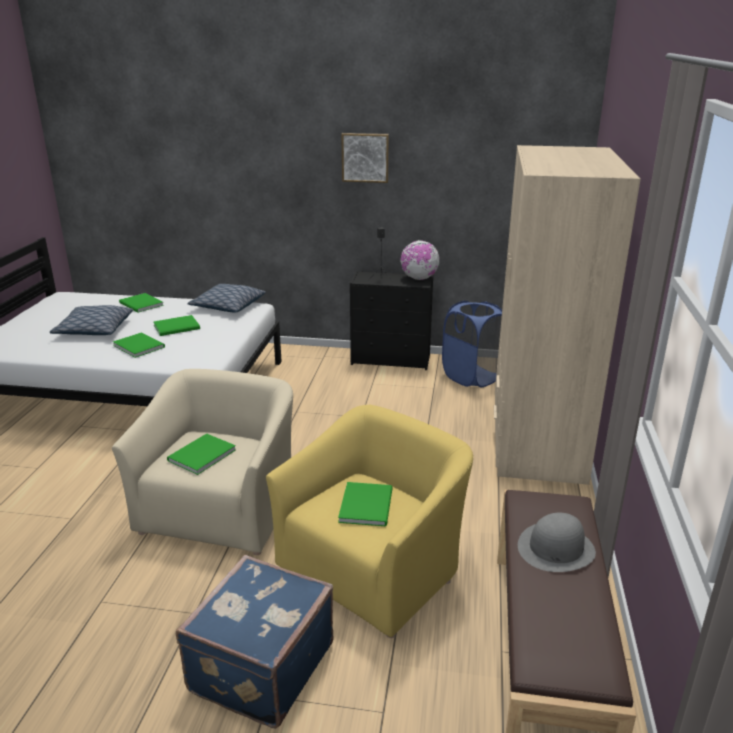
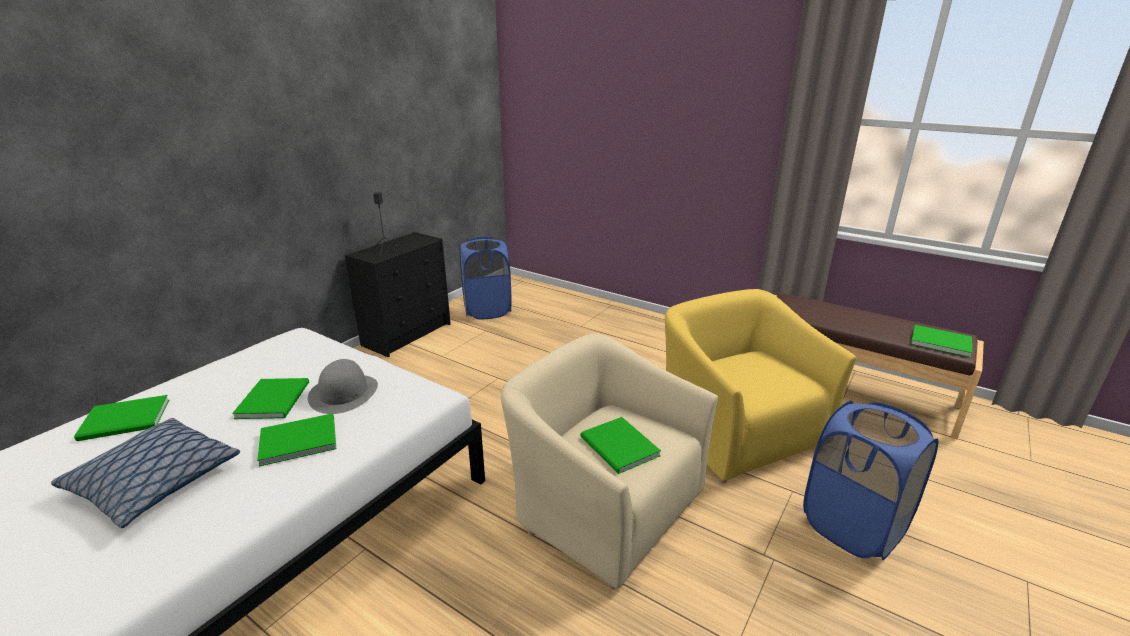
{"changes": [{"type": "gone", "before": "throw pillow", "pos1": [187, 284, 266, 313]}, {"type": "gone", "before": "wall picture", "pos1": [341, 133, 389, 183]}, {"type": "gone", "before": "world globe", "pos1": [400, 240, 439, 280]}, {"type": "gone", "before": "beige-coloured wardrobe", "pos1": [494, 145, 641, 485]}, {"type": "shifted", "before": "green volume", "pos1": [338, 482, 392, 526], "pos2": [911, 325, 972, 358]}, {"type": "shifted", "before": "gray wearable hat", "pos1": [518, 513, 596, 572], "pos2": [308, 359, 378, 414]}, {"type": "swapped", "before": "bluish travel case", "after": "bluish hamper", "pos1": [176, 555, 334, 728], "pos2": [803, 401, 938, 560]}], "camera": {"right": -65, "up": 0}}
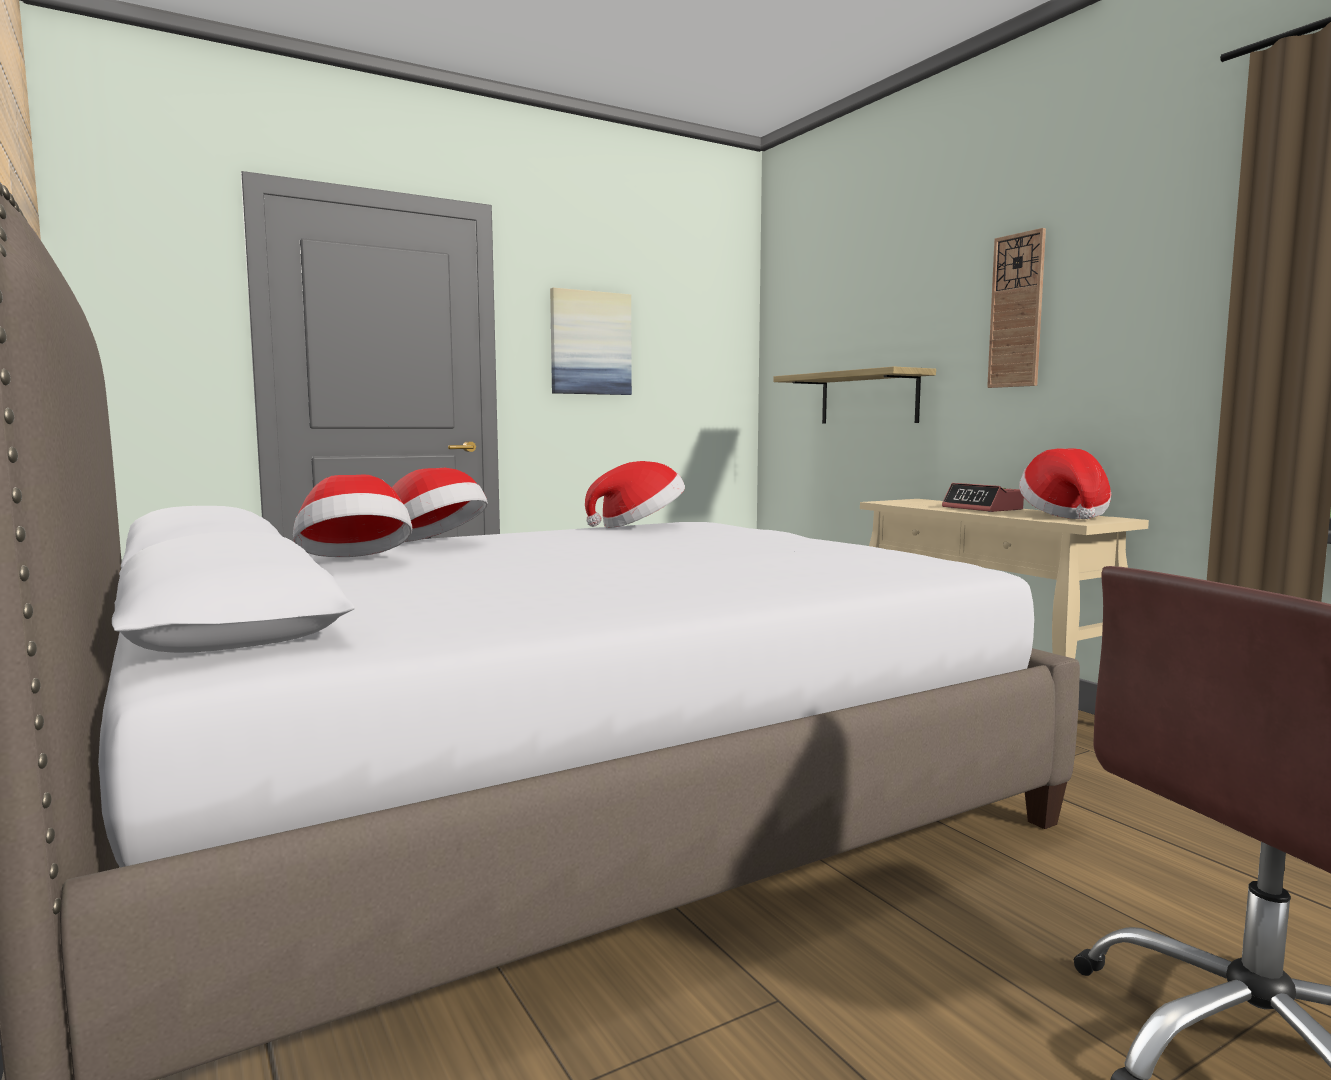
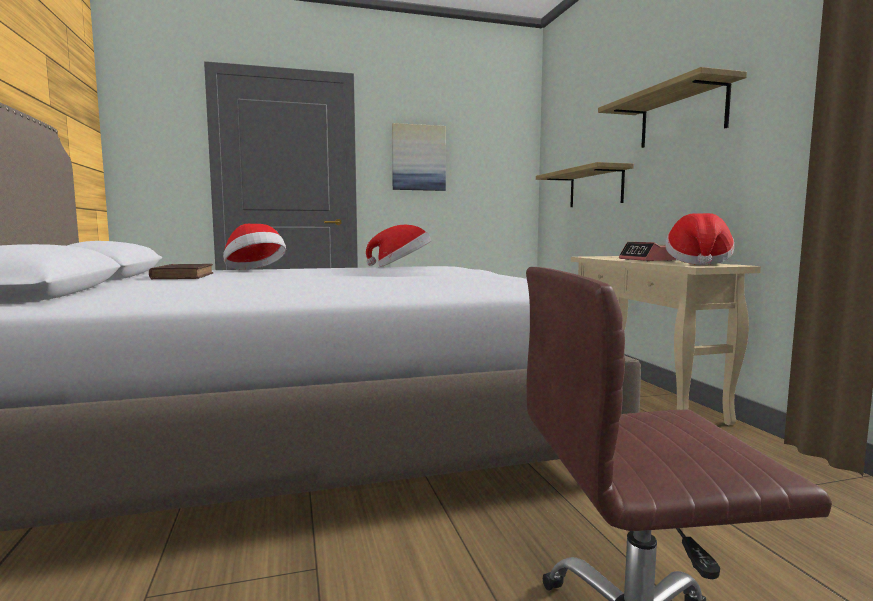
{"changes": [{"type": "swapped", "before": "wearable hat", "after": "brown volume", "pos1": [293, 474, 412, 557], "pos2": [149, 264, 213, 279]}, {"type": "swapped", "before": "clock on the wall", "after": "wall shelf", "pos1": [987, 228, 1046, 388], "pos2": [598, 67, 747, 148]}], "camera": {"right": 15, "up": 0}}
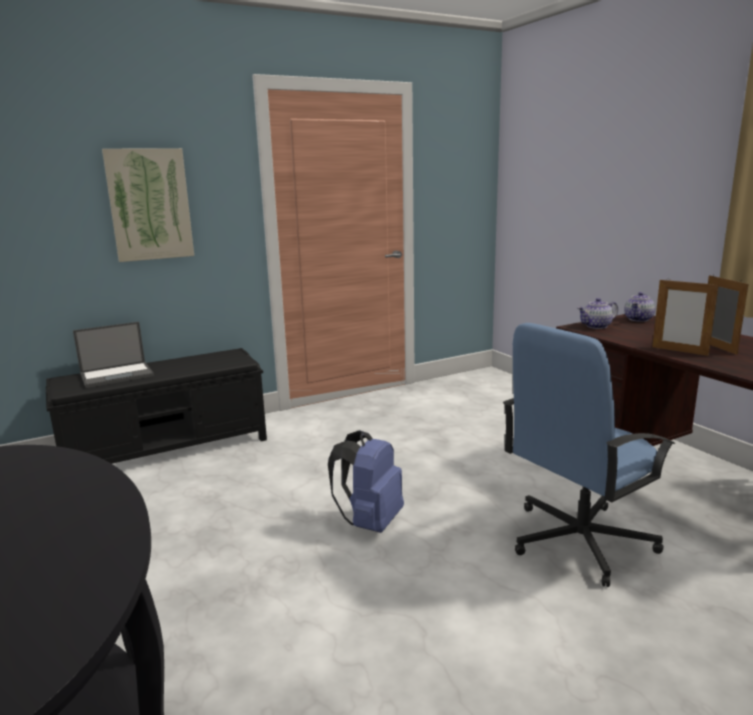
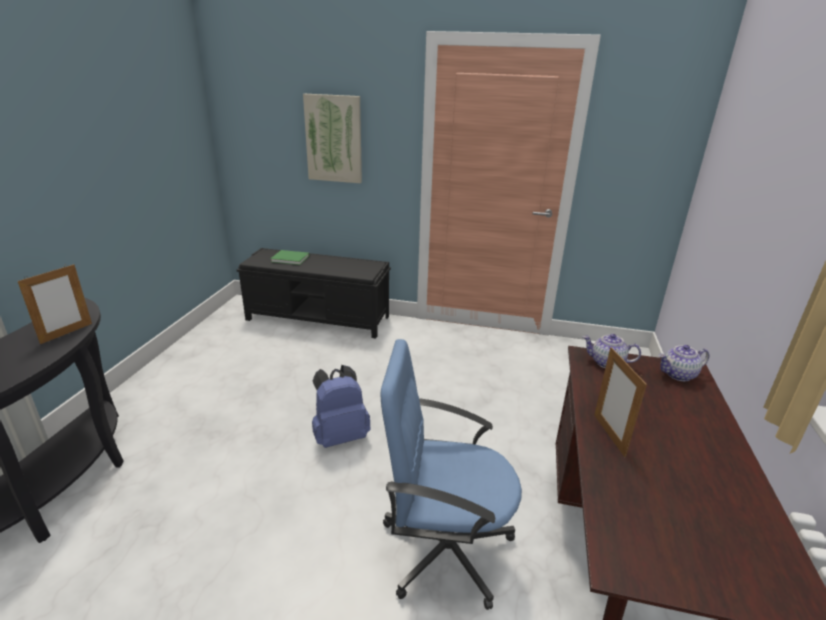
{"changes": [{"type": "shifted", "before": "photo frame", "pos1": [708, 274, 748, 355], "pos2": [18, 264, 92, 344]}, {"type": "swapped", "before": "notebook computer", "after": "green volume", "pos1": [73, 322, 154, 388], "pos2": [270, 250, 309, 265]}], "camera": {"right": 40, "up": 10}}
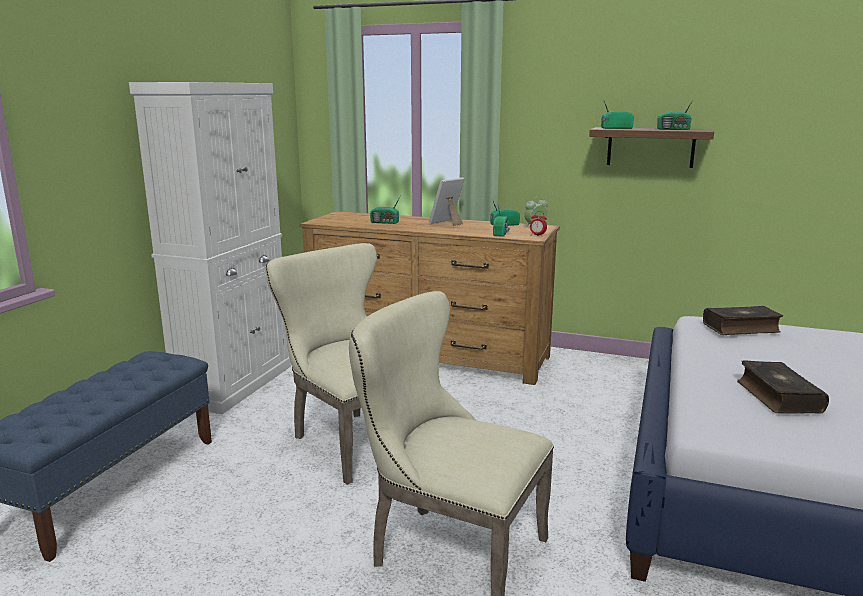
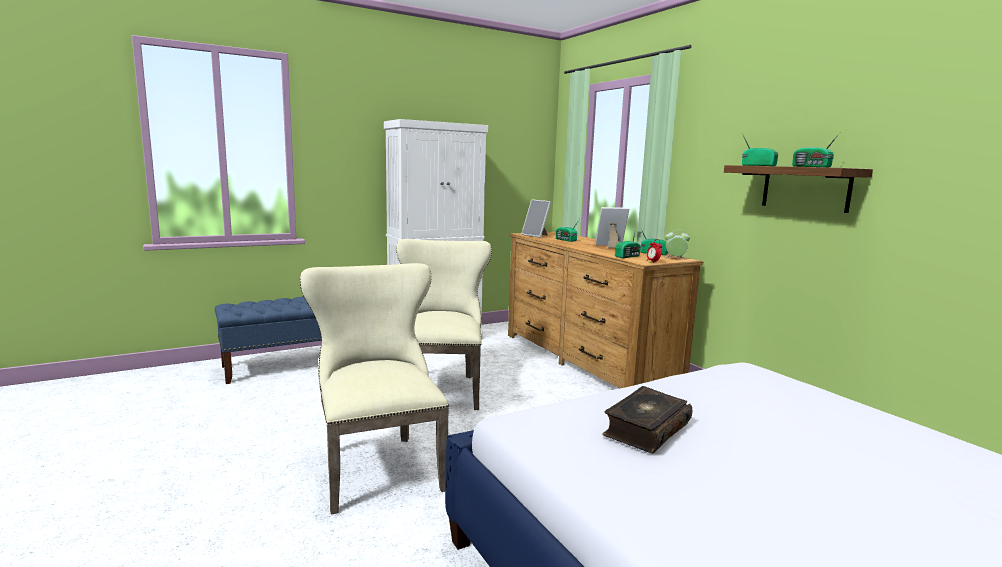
{"changes": [{"type": "gone", "before": "volume", "pos1": [703, 306, 783, 335]}, {"type": "new", "after": "photo frame", "pos2": [521, 199, 551, 238]}], "camera": {"right": 40, "up": -5}}
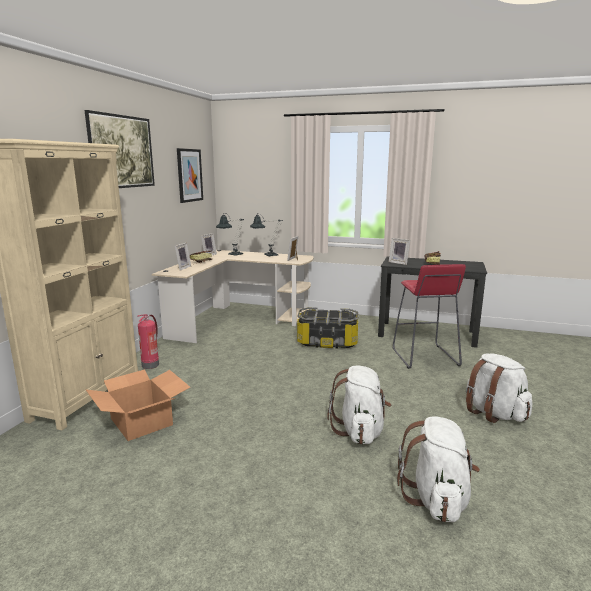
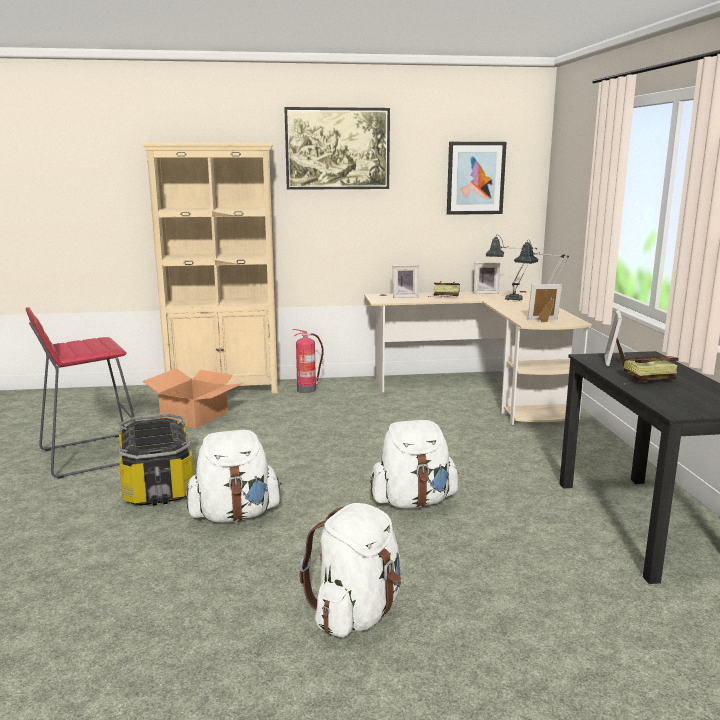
{"changes": [{"type": "shifted", "before": "storage bin", "pos1": [297, 307, 359, 349], "pos2": [119, 413, 194, 506]}, {"type": "shifted", "before": "reddish stool seat", "pos1": [393, 264, 466, 369], "pos2": [26, 307, 136, 479]}, {"type": "shifted", "before": "white-coloured knapsack", "pos1": [397, 416, 480, 522], "pos2": [370, 420, 459, 509]}], "camera": {"right": 65, "up": 0}}
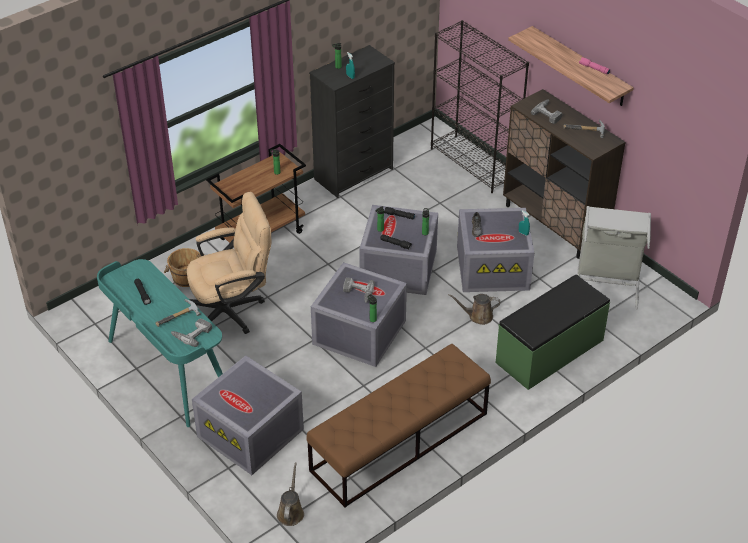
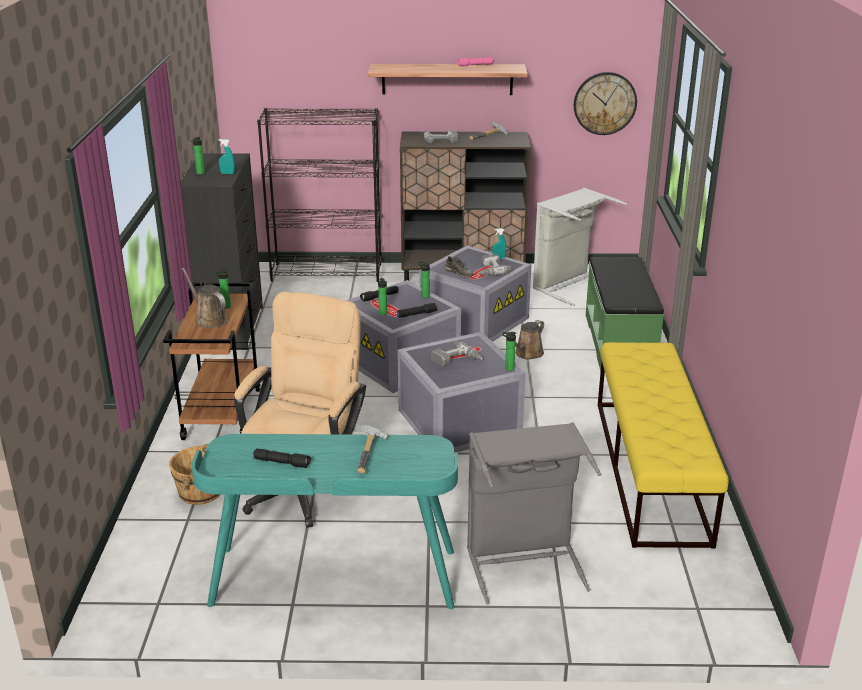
{"changes": [{"type": "new", "after": "clock on the wall", "pos2": [574, 72, 637, 135]}, {"type": "shifted", "before": "electric drill", "pos1": [171, 318, 212, 347], "pos2": [478, 254, 511, 275]}, {"type": "shifted", "before": "brown watering pot", "pos1": [277, 462, 304, 526], "pos2": [182, 268, 228, 328]}, {"type": "swapped", "before": "gray storage bin", "after": "gray hamper", "pos1": [192, 355, 304, 475], "pos2": [467, 422, 601, 605]}, {"type": "repainted", "before": "brown long seat", "after": "yellow long seat", "pos1": [307, 344, 491, 508], "pos2": [598, 342, 729, 548]}], "camera": {"right": -50, "up": -15}}
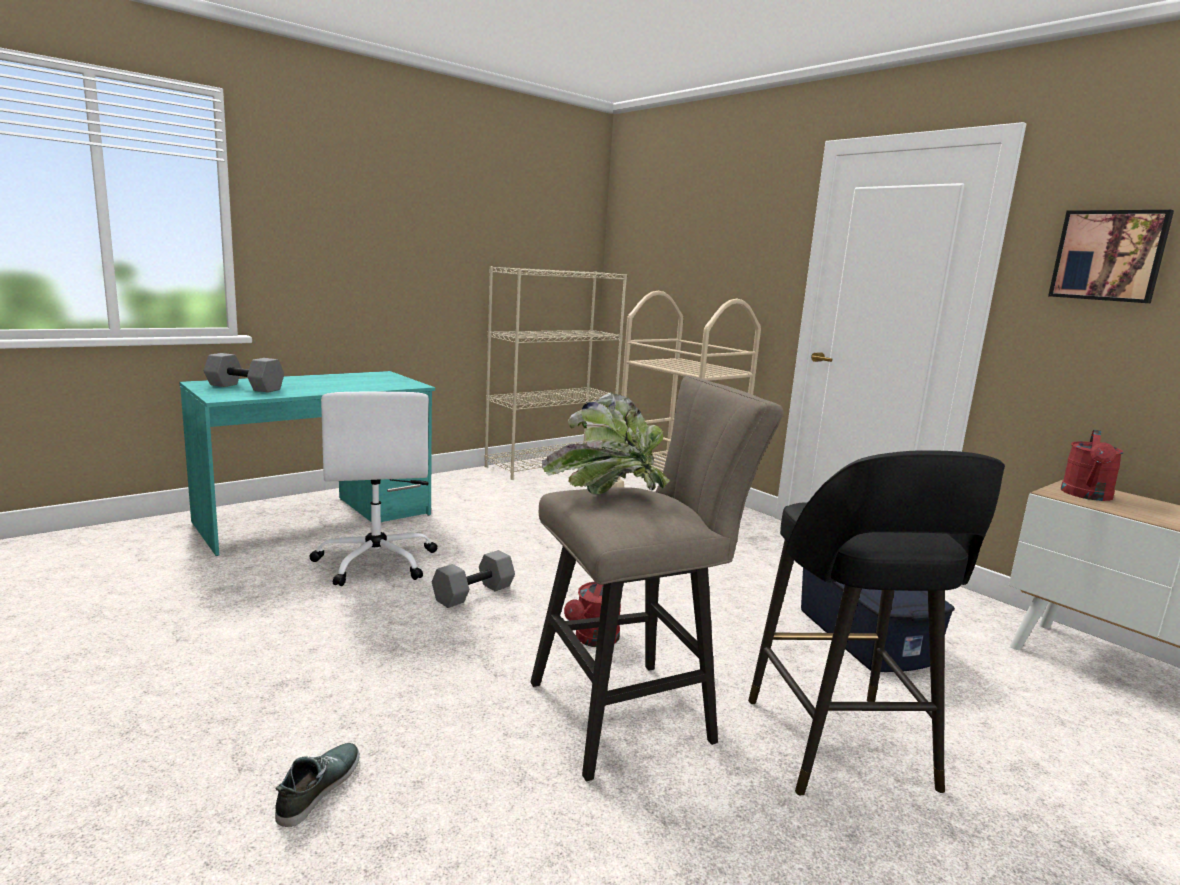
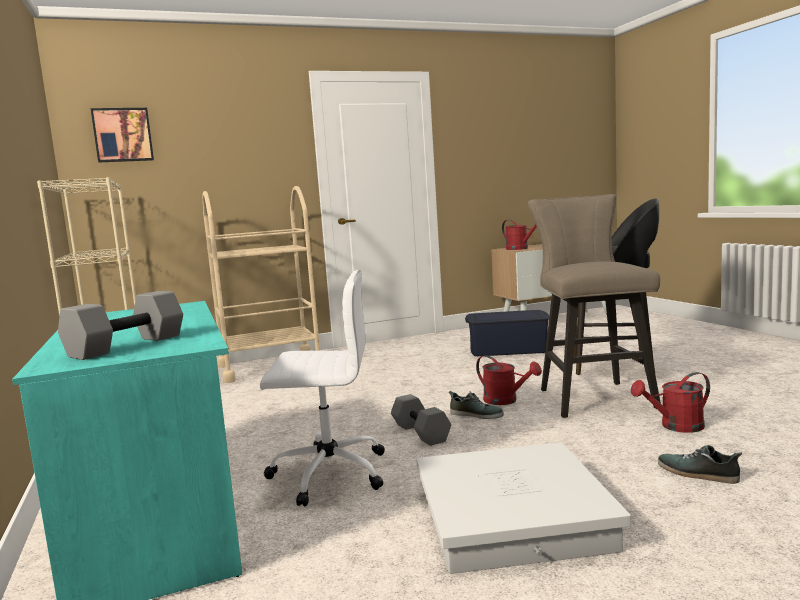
{"changes": [{"type": "gone", "before": "houseplant", "pos1": [542, 393, 670, 494]}, {"type": "new", "after": "white-coloured storage bin", "pos2": [416, 442, 631, 574]}, {"type": "new", "after": "item of footwear", "pos2": [449, 391, 504, 419]}, {"type": "new", "after": "reddish watering pot", "pos2": [631, 372, 710, 433]}, {"type": "shifted", "before": "wall picture", "pos1": [1048, 210, 1174, 303], "pos2": [90, 108, 154, 162]}], "camera": {"right": -70, "up": -5}}
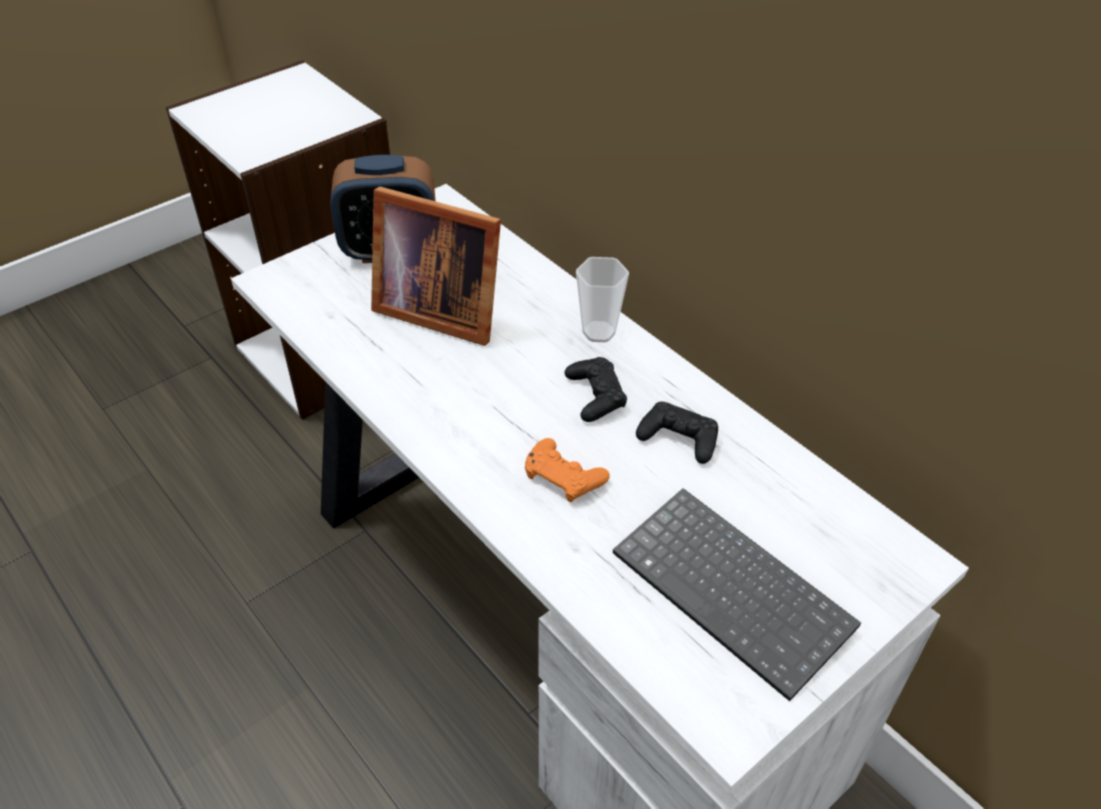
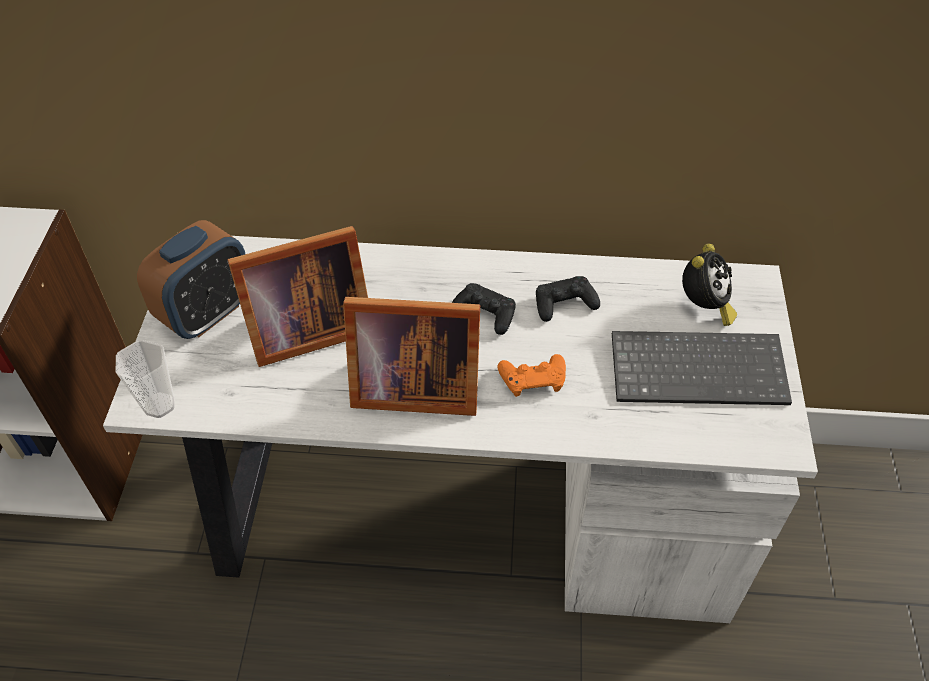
{"changes": [{"type": "new", "after": "photo frame", "pos2": [343, 297, 480, 416]}, {"type": "new", "after": "bedside clock", "pos2": [682, 243, 737, 326]}, {"type": "shifted", "before": "drinking cup", "pos1": [576, 257, 629, 342], "pos2": [116, 340, 175, 418]}], "camera": {"right": -45, "up": 5}}
